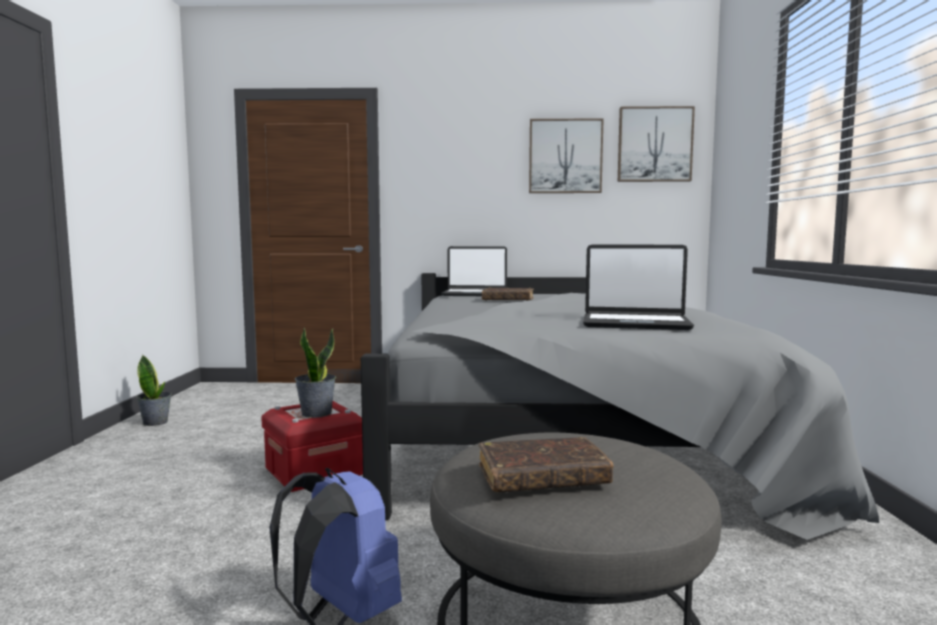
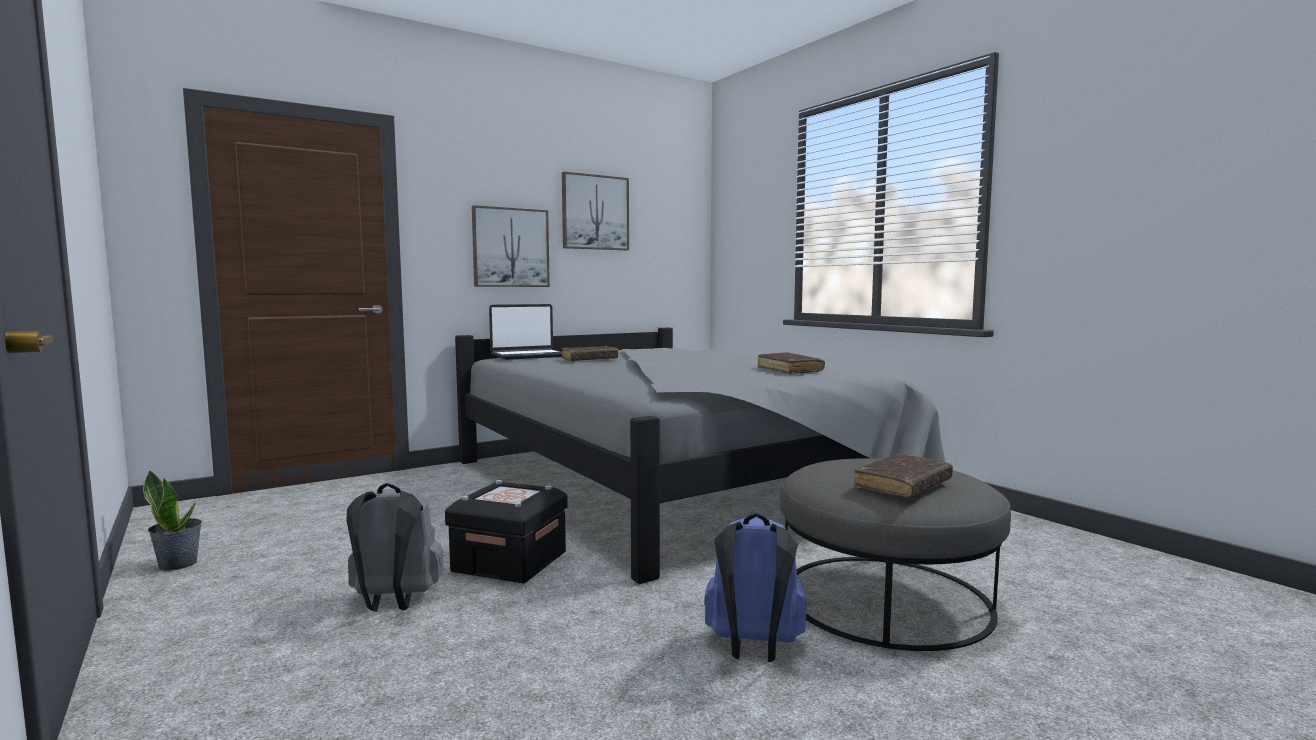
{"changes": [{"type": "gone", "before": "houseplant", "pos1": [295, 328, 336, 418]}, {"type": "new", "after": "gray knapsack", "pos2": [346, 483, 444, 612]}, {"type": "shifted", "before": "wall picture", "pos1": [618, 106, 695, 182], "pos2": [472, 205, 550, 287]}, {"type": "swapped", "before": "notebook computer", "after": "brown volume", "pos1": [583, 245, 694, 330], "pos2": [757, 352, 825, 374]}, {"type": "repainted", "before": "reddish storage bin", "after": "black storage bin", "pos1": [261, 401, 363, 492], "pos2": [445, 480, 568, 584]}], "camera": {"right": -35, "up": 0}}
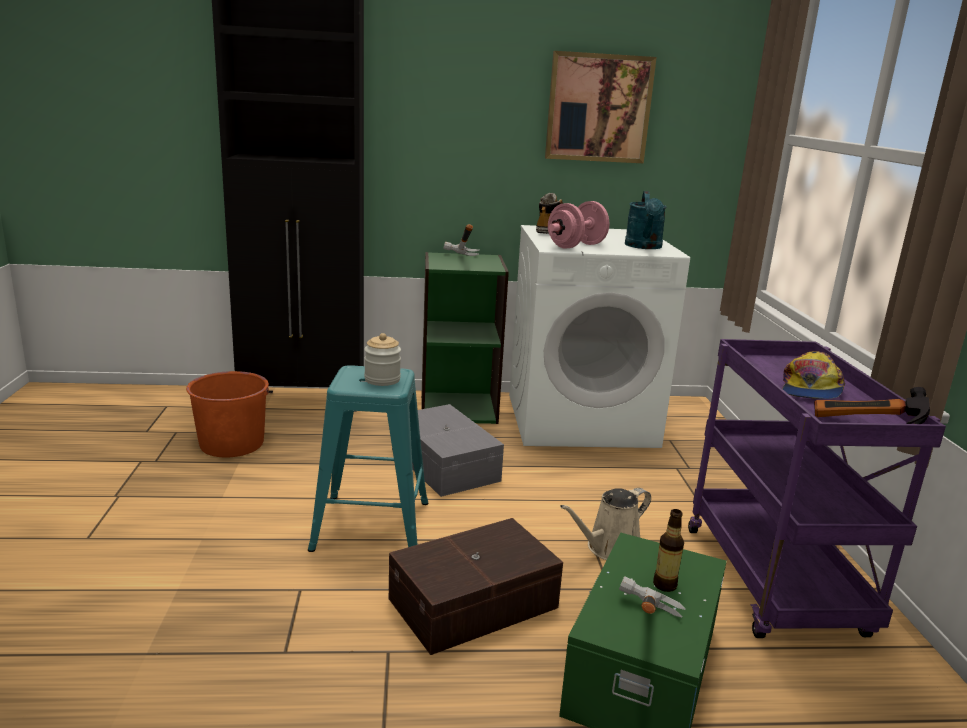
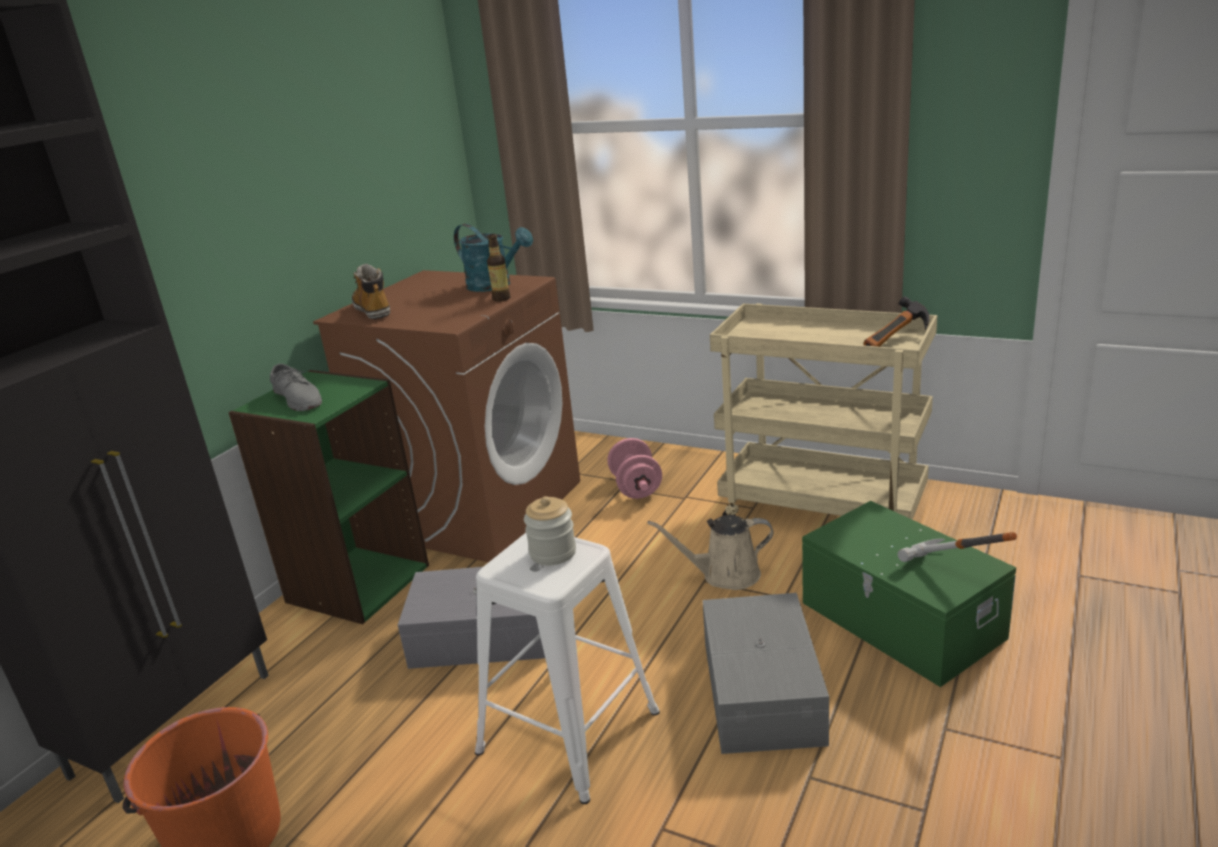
{"changes": [{"type": "gone", "before": "wall picture", "pos1": [545, 51, 657, 163]}, {"type": "gone", "before": "cap", "pos1": [782, 352, 845, 399]}, {"type": "shifted", "before": "pink-coloured dumbbell", "pos1": [548, 201, 610, 249], "pos2": [607, 438, 662, 499]}, {"type": "shifted", "before": "beverage bottle", "pos1": [653, 509, 684, 592], "pos2": [487, 234, 511, 302]}, {"type": "swapped", "before": "tool hammer", "after": "gray item of footwear", "pos1": [443, 224, 480, 256], "pos2": [270, 364, 322, 411]}, {"type": "repainted", "before": "blue-green stool seat", "after": "white-coloured stool seat", "pos1": [308, 365, 429, 552], "pos2": [475, 533, 660, 804]}, {"type": "repainted", "before": "brown storage bin", "after": "gray storage bin", "pos1": [389, 518, 563, 655], "pos2": [702, 593, 829, 754]}, {"type": "repainted", "before": "white-coloured washing machine", "after": "brown washing machine", "pos1": [509, 225, 690, 448], "pos2": [313, 270, 580, 562]}, {"type": "repainted", "before": "purplish wheeled cart", "after": "beige-coloured wheeled cart", "pos1": [688, 339, 946, 638], "pos2": [710, 303, 938, 520]}, {"type": "rotated", "before": "beige-coloured watering pot", "pos1": [560, 488, 651, 560], "pos2": [647, 515, 773, 590], "turn": 90}], "camera": {"right": -55, "up": 5}}
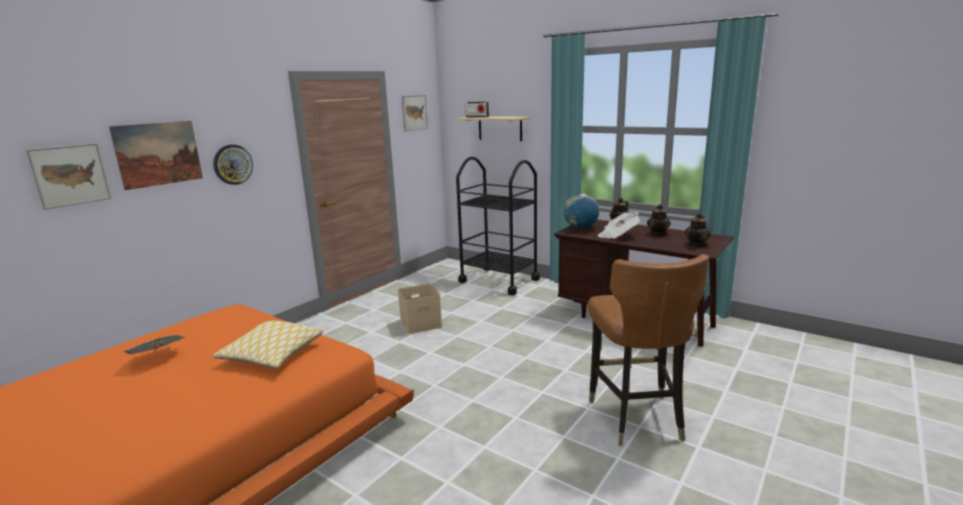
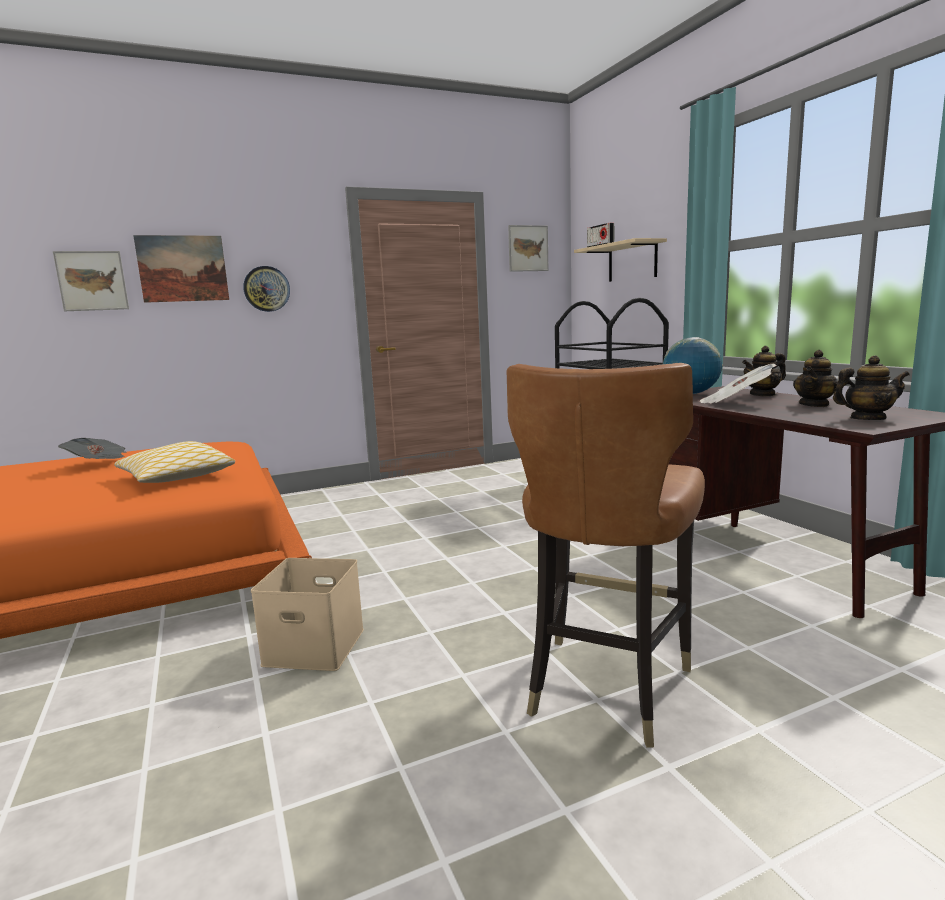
{"changes": [{"type": "shifted", "before": "beige-coloured storage bin", "pos1": [398, 283, 442, 334], "pos2": [251, 558, 364, 671]}, {"type": "rotated", "before": "pot for tea", "pos1": [685, 213, 711, 247], "pos2": [833, 356, 910, 420], "turn": -150}], "camera": {"right": 30, "up": -5}}
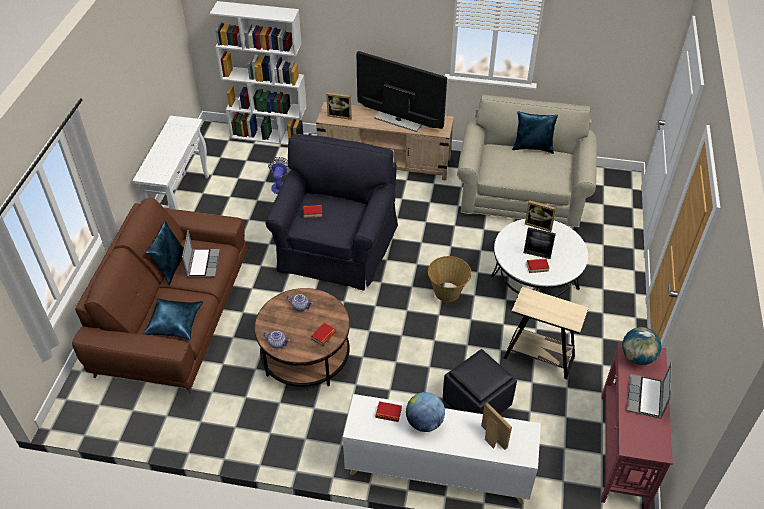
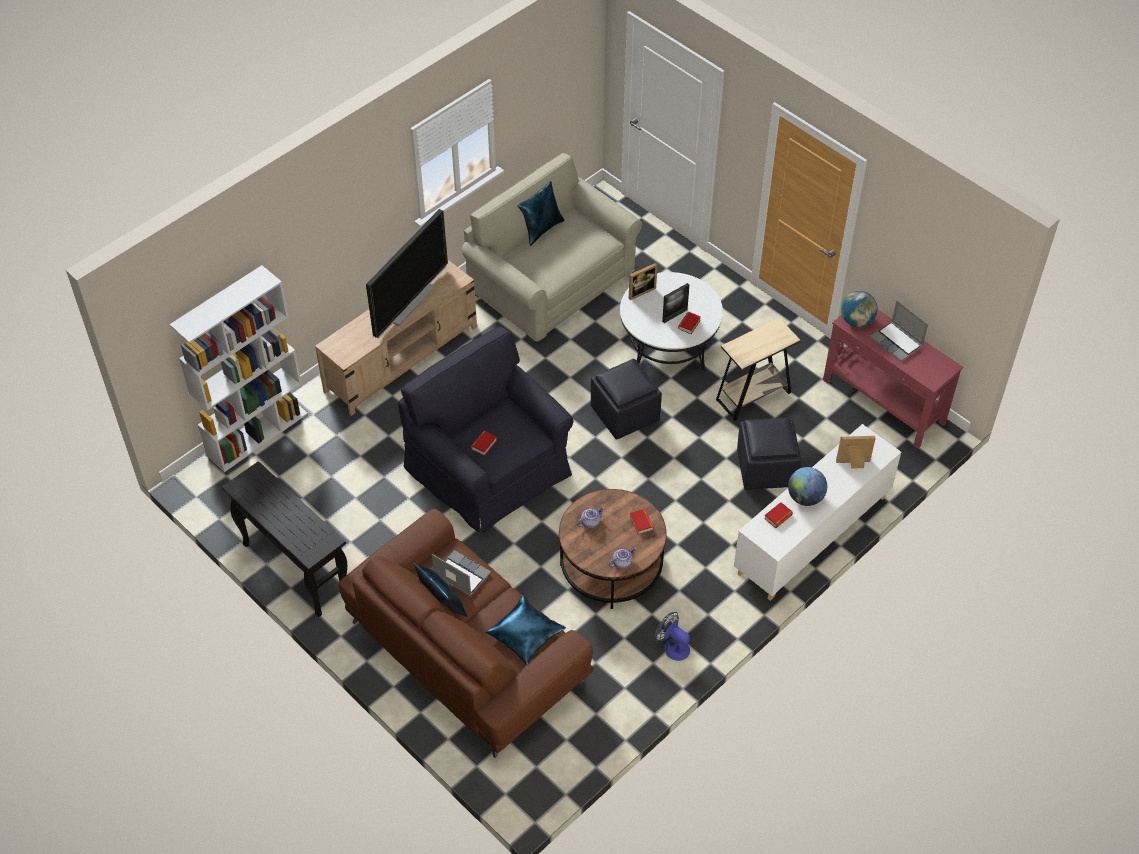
{"changes": [{"type": "gone", "before": "photo frame", "pos1": [326, 92, 352, 120]}, {"type": "shifted", "before": "electric fan", "pos1": [268, 157, 292, 194], "pos2": [655, 612, 690, 661]}, {"type": "swapped", "before": "household basket", "after": "black footrest", "pos1": [428, 256, 472, 302], "pos2": [591, 359, 662, 440]}, {"type": "repainted", "before": "white-coloured narrow table", "after": "black narrow table", "pos1": [132, 116, 209, 210], "pos2": [222, 461, 347, 617]}, {"type": "rotated", "before": "television", "pos1": [356, 51, 447, 132], "pos2": [366, 209, 448, 338], "turn": 150}], "camera": {"right": -55, "up": 5}}
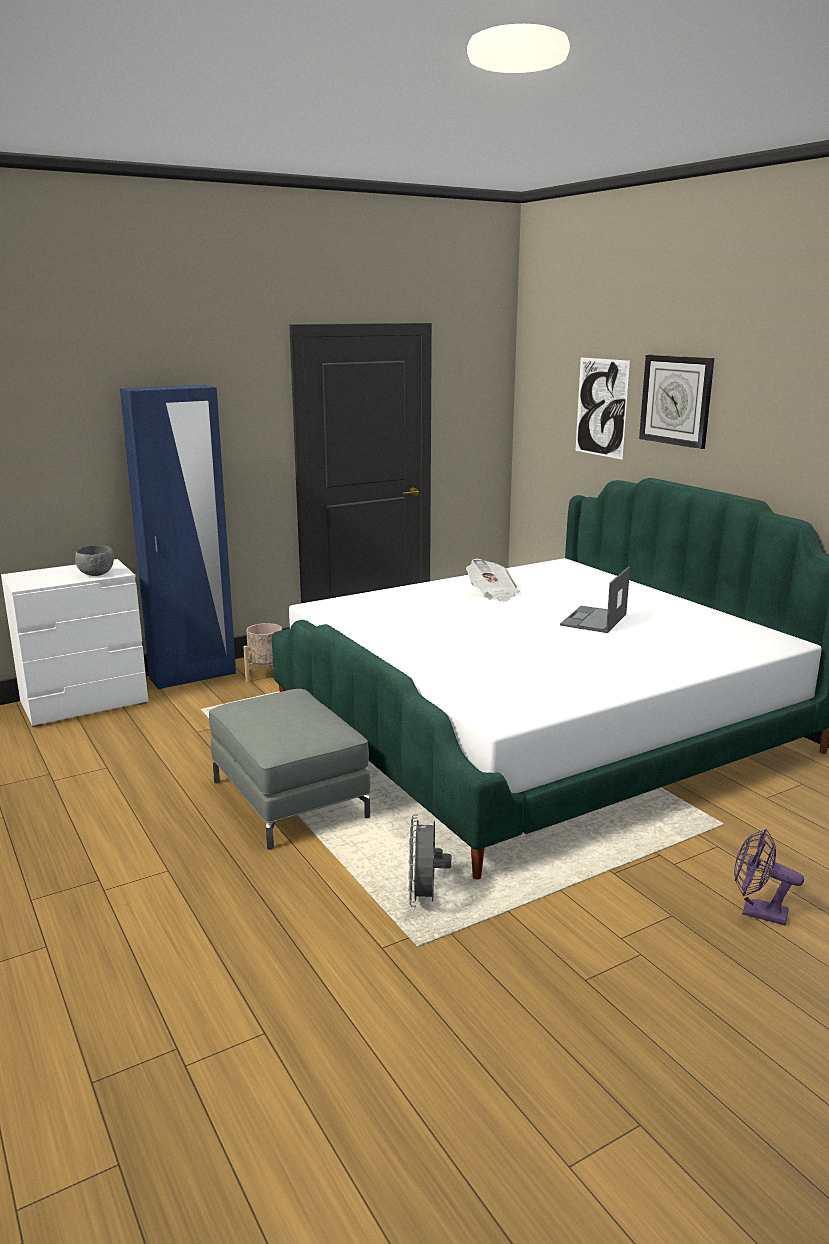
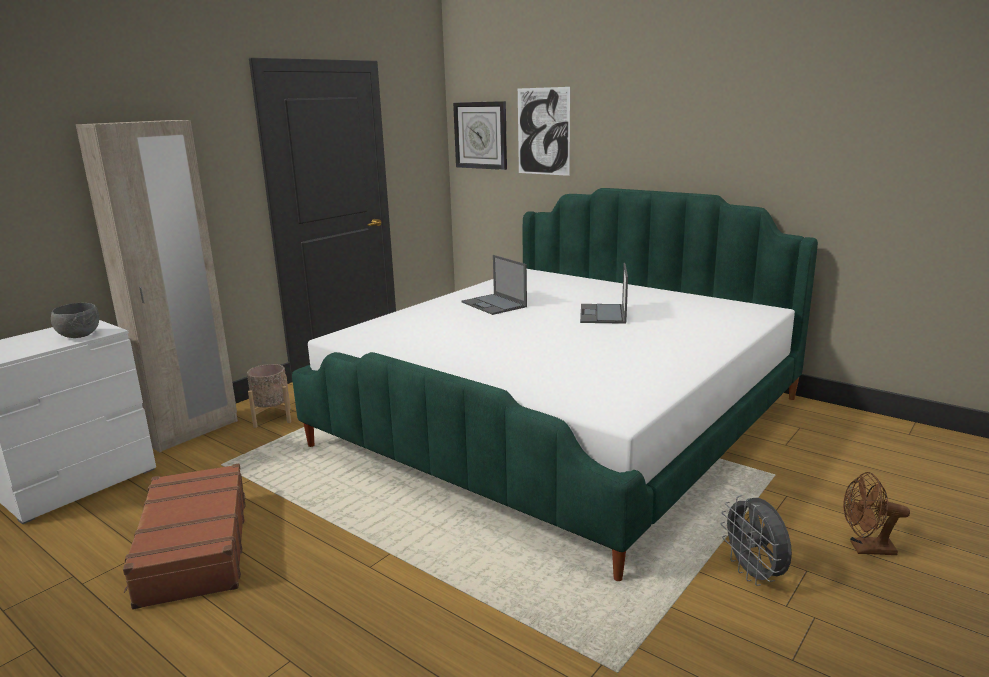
{"changes": [{"type": "gone", "before": "gray footrest", "pos1": [209, 689, 370, 850]}, {"type": "new", "after": "brown travel case", "pos2": [123, 464, 246, 610]}, {"type": "shifted", "before": "gray electric fan", "pos1": [408, 814, 451, 907], "pos2": [721, 495, 792, 586]}, {"type": "shifted", "before": "clock on the wall", "pos1": [639, 355, 714, 449], "pos2": [453, 101, 507, 170]}, {"type": "swapped", "before": "printed paper", "after": "notebook computer", "pos1": [466, 559, 520, 602], "pos2": [462, 255, 527, 315]}, {"type": "repainted", "before": "bluish wardrobe", "after": "beige-coloured wardrobe", "pos1": [120, 385, 236, 690], "pos2": [76, 120, 238, 452]}, {"type": "repainted", "before": "purplish electric fan", "after": "brown electric fan", "pos1": [734, 829, 804, 925], "pos2": [843, 472, 910, 555]}], "camera": {"right": -20, "up": 0}}
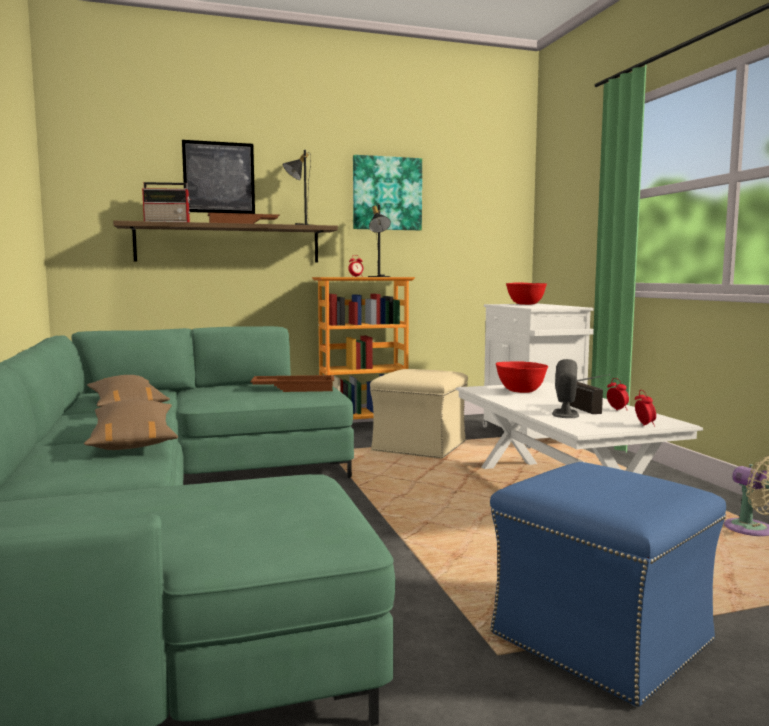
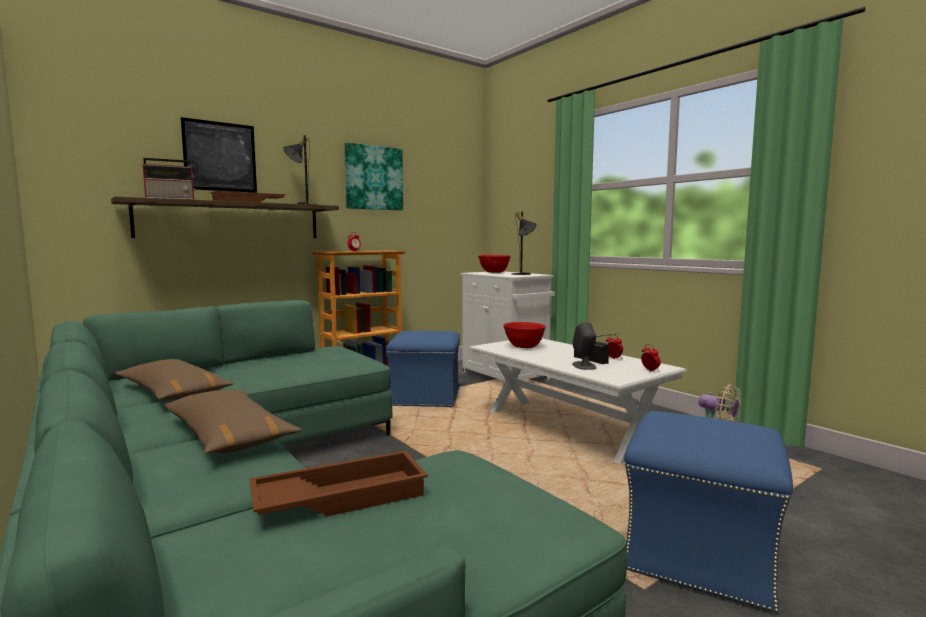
{"changes": [{"type": "shifted", "before": "brown tray", "pos1": [251, 375, 334, 392], "pos2": [249, 451, 428, 517]}, {"type": "shifted", "before": "black tabletop lamp", "pos1": [368, 205, 391, 277], "pos2": [512, 212, 536, 275]}, {"type": "repainted", "before": "beige-coloured footrest", "after": "bluish footrest", "pos1": [370, 369, 468, 459], "pos2": [386, 331, 460, 407]}], "camera": {"right": -20, "up": 0}}
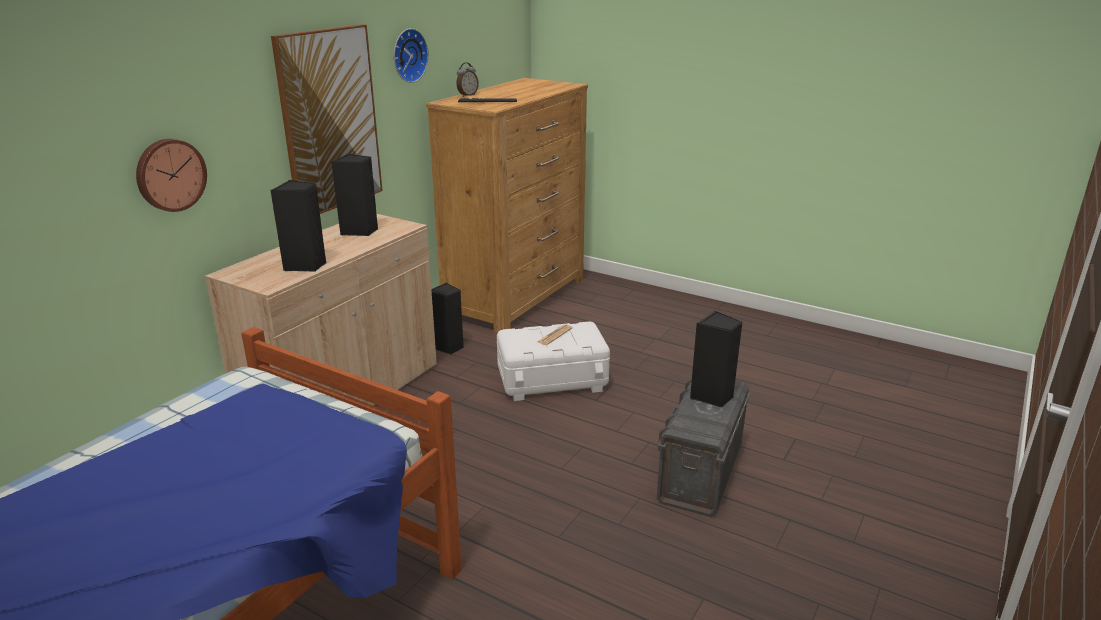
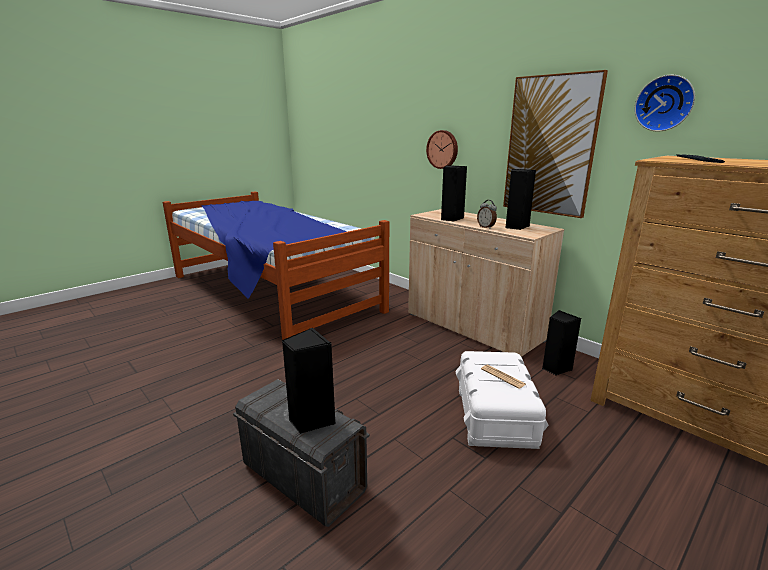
{"changes": [{"type": "shifted", "before": "bedside clock", "pos1": [456, 62, 479, 97], "pos2": [477, 200, 497, 229]}], "camera": {"right": 105, "up": -5}}
